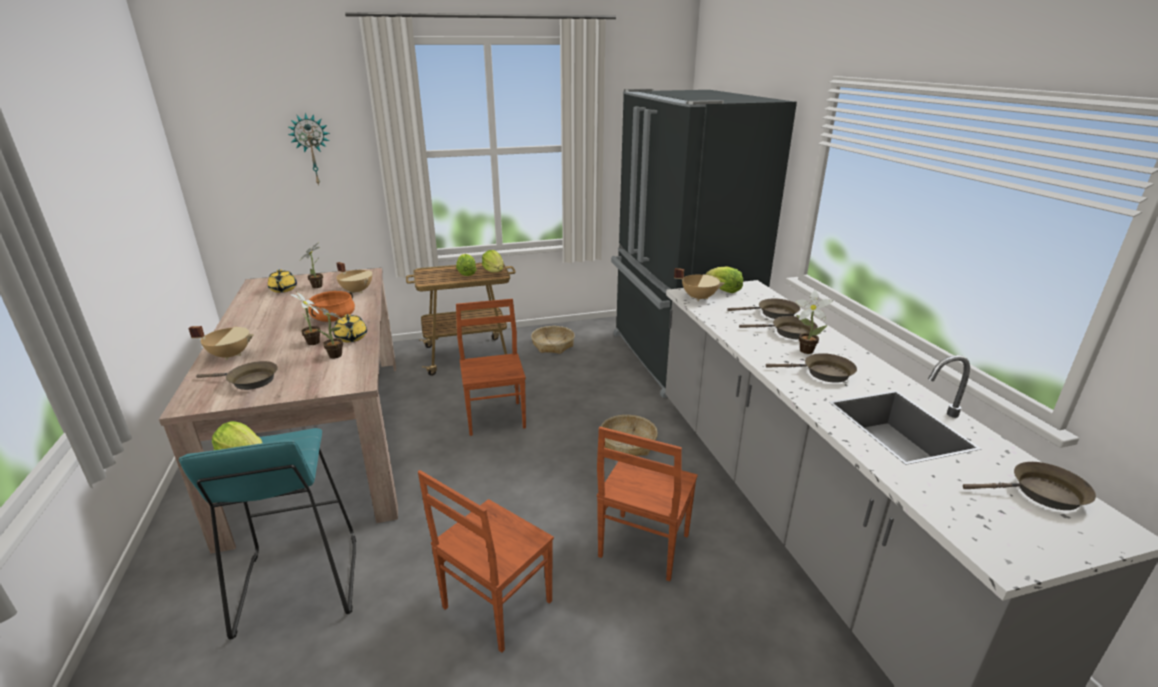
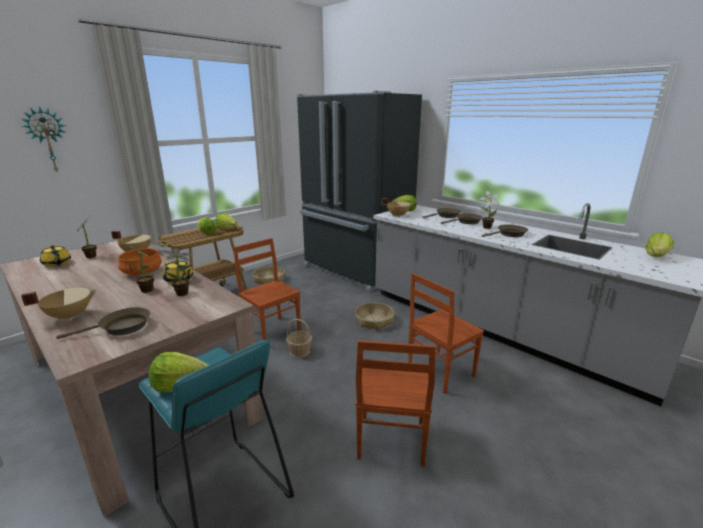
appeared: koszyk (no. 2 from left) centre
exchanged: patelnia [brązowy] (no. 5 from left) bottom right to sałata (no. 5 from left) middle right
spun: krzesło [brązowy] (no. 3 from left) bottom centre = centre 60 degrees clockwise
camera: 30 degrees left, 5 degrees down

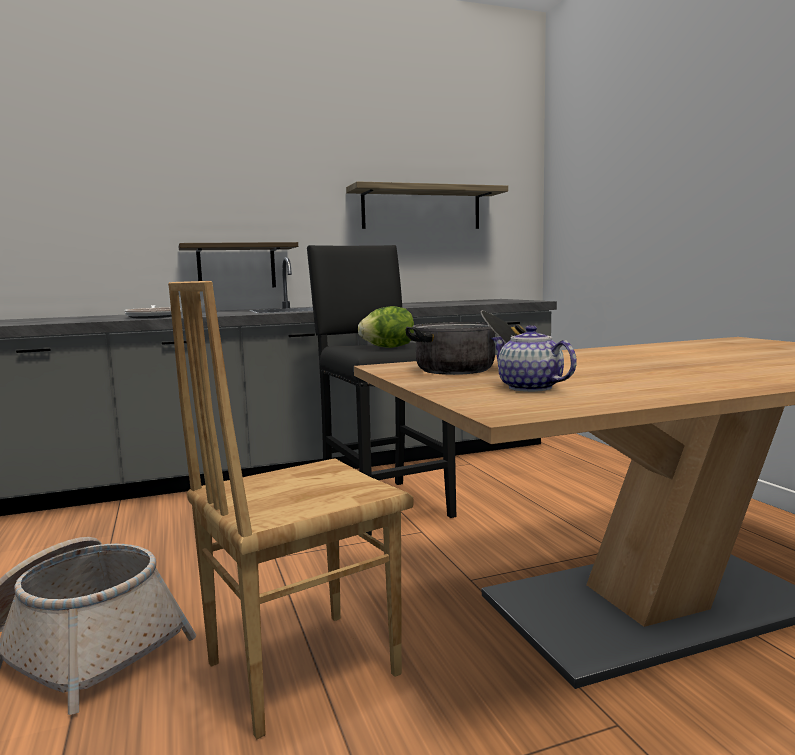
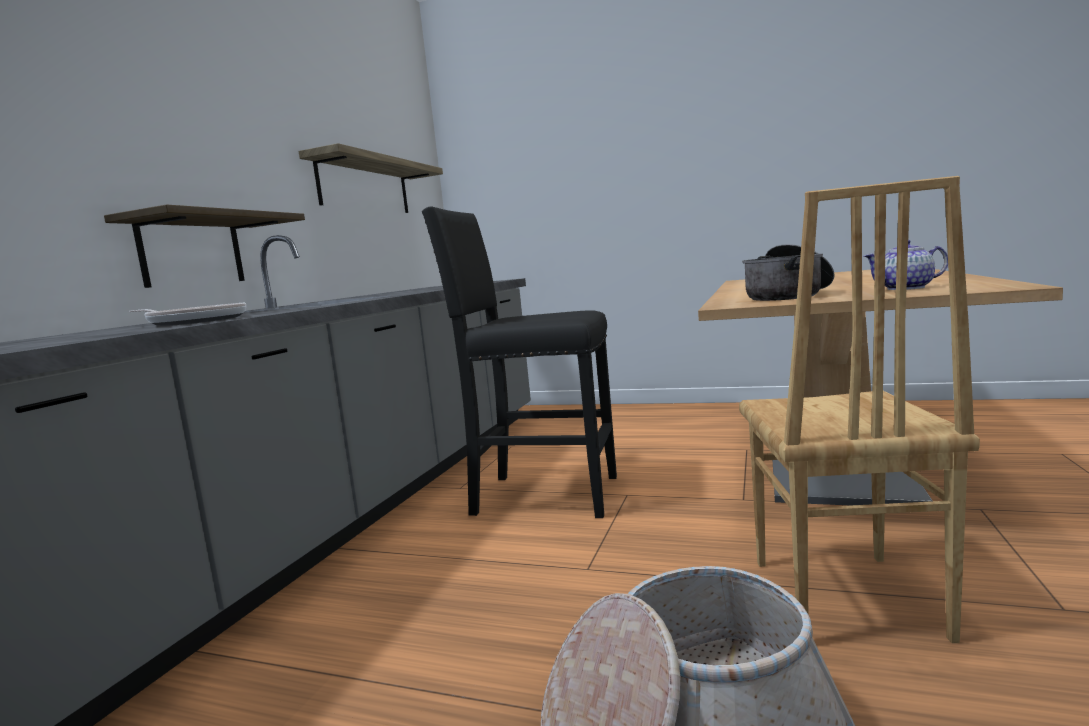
missing: sałata centre
camera: 50 degrees left, 0 degrees up

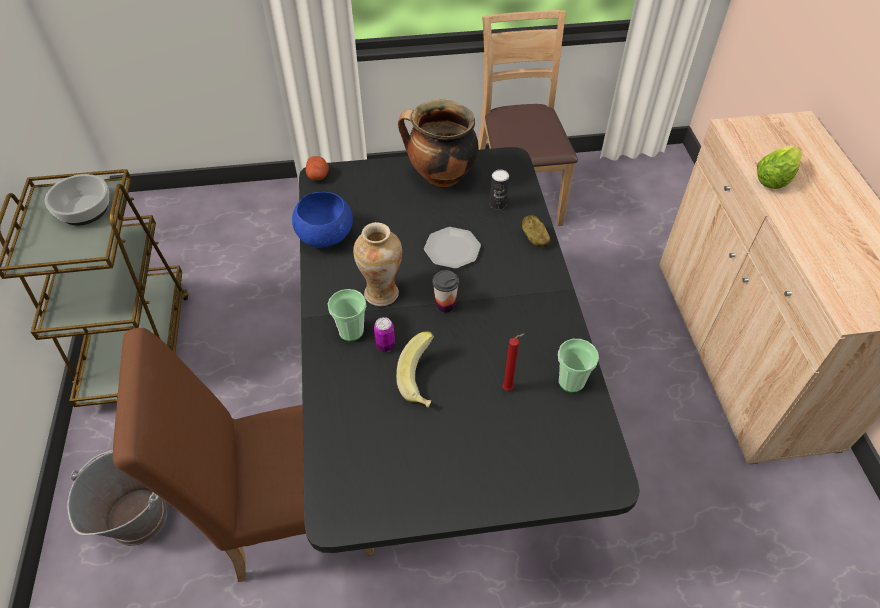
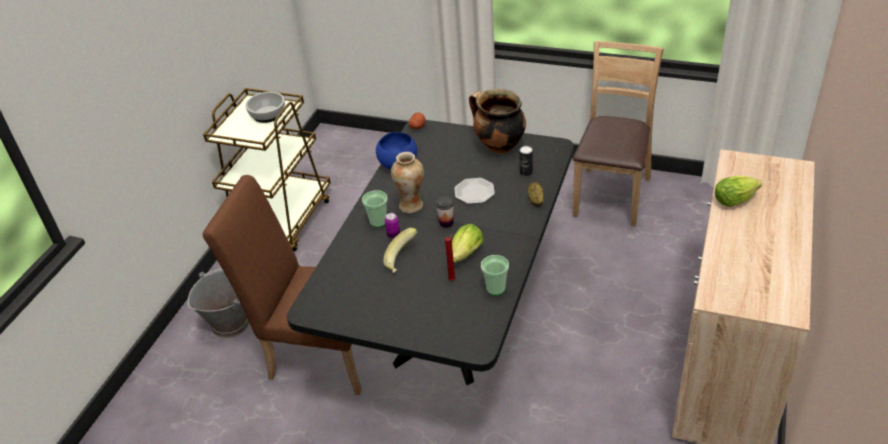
appeared: sałata (no. 1 from left) centre
camera: 30 degrees right, 10 degrees down

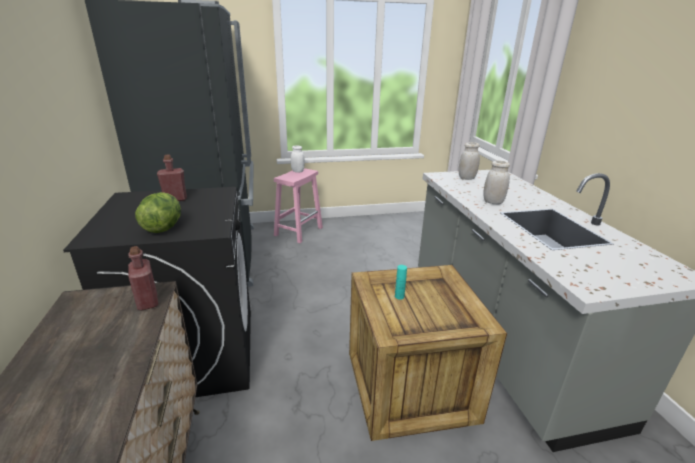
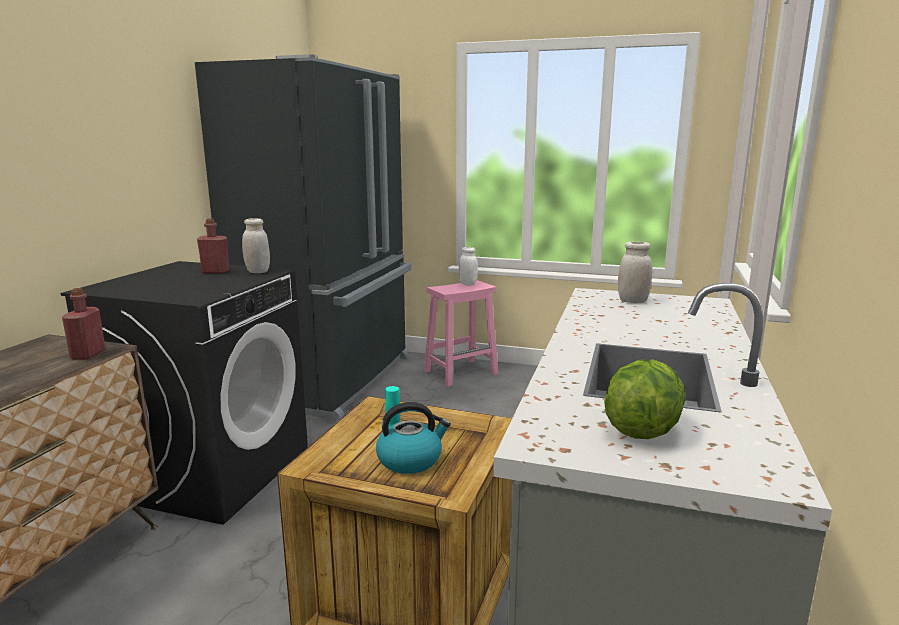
appeared: czajnik bottom centre
relocated: słoik [biały] (no. 3 from left in the first image) middle right to słoik [biały] (no. 1 from left) middle left; sałata middle left to middle right
camera: 30 degrees right, 10 degrees down

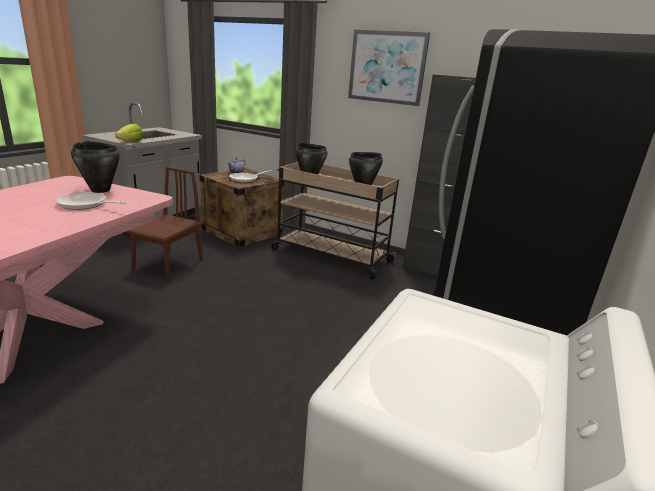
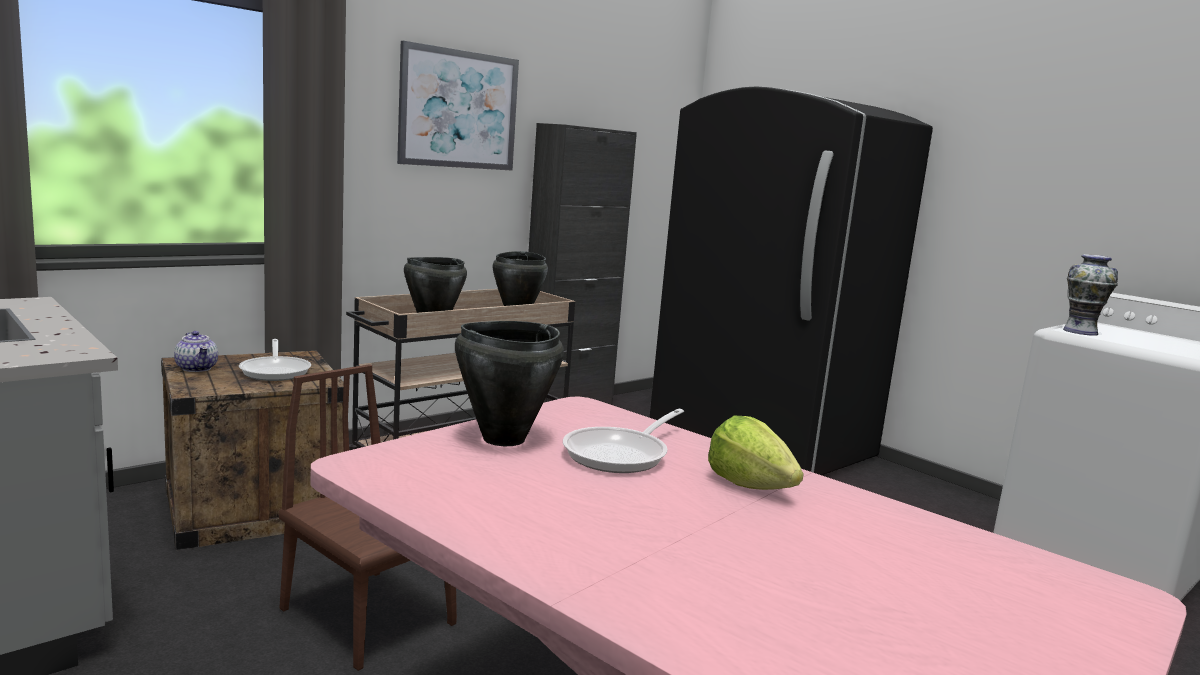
appeared: wazon middle right
relocated: sałata top left to bottom centre
camera: 70 degrees left, 10 degrees down

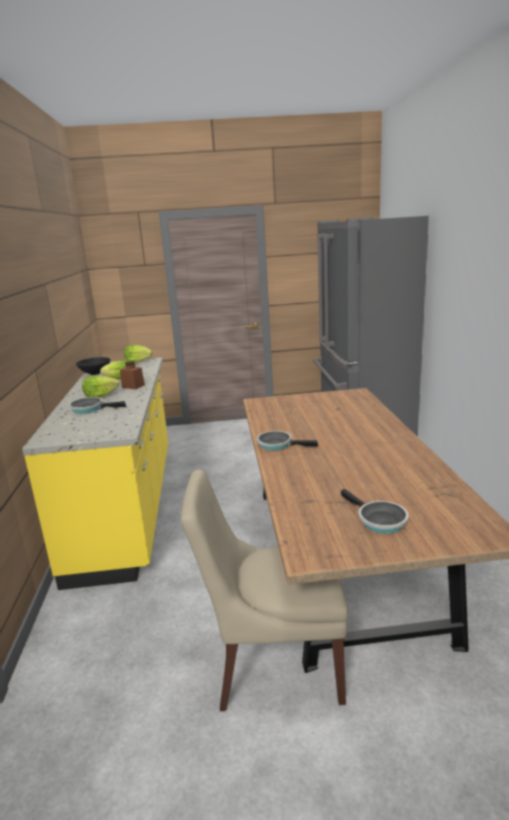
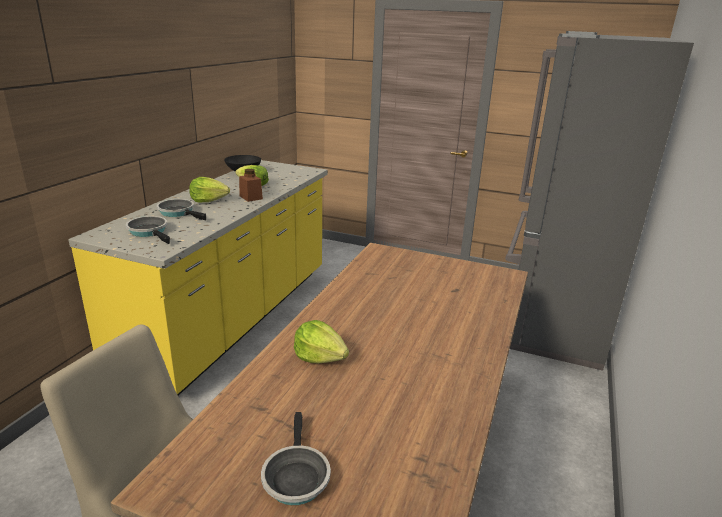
relocated: patelnia (no. 2 from left in the first image) centre to patelnia (no. 1 from left) middle left; sałata (no. 3 from left) middle left to centre
camera: 25 degrees right, 5 degrees up

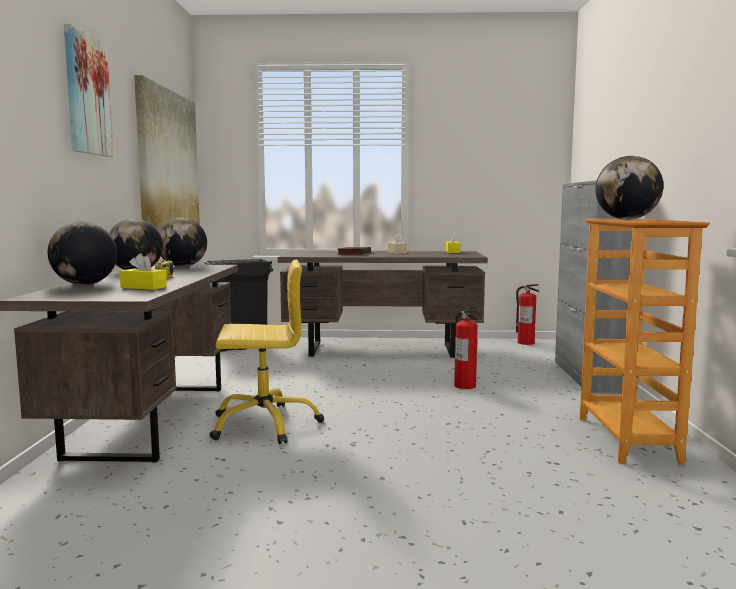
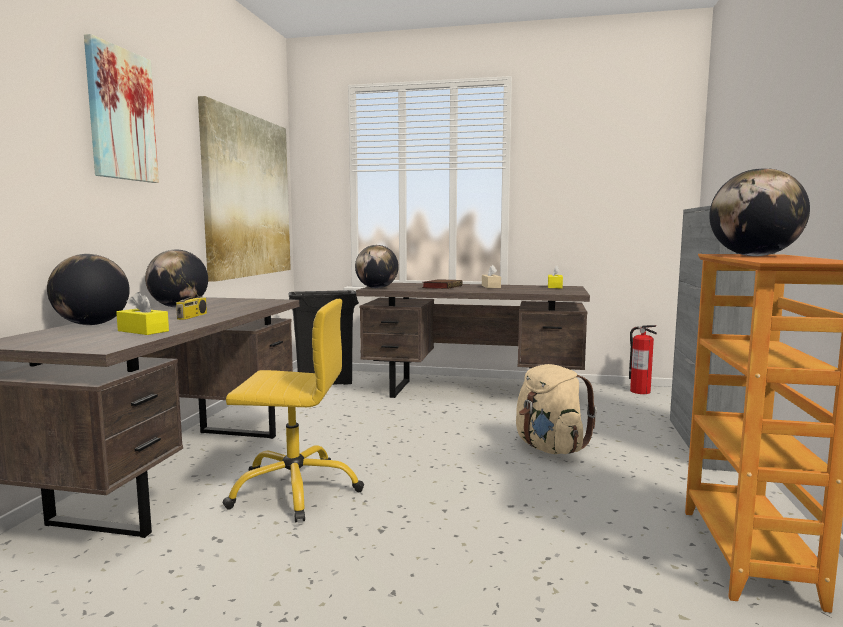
relocated: globus (no. 3 from left) middle left to centre
exchanged: gaśnica (no. 1 from left) centre to plecak [beżowy] centre
camera: 10 degrees right, 0 degrees up

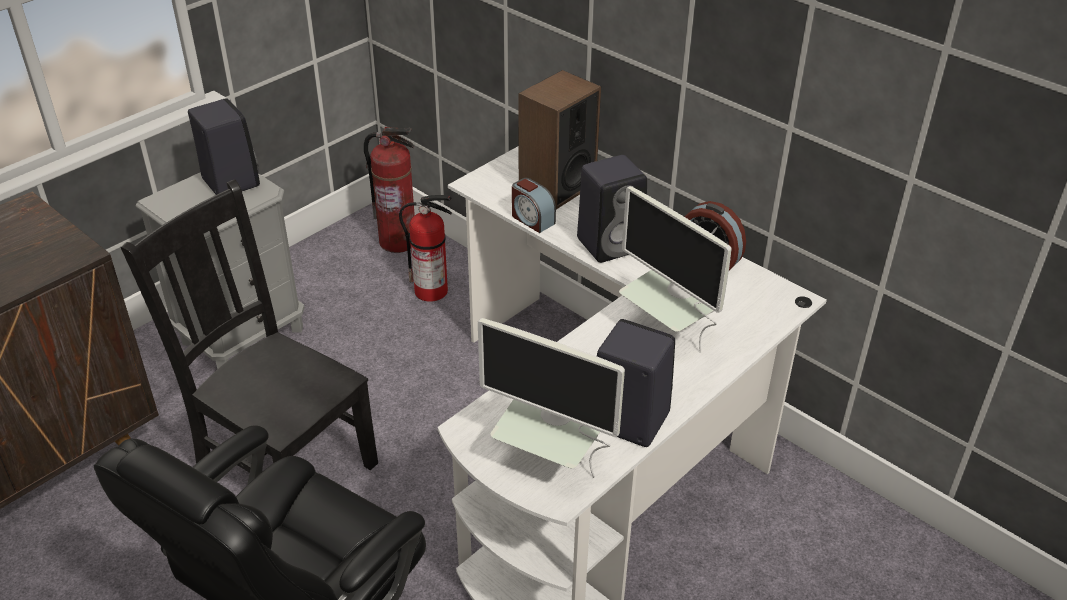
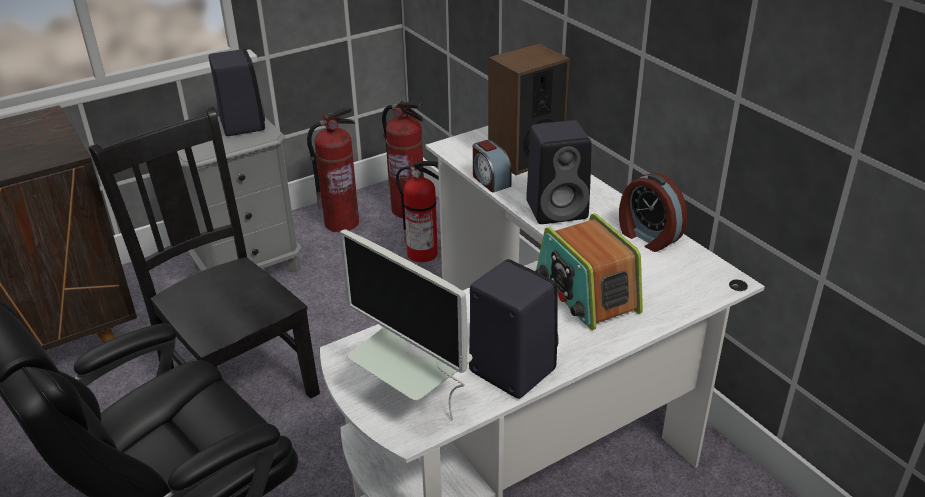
appeared: gaśnica (no. 1 from left) centre
exchanged: monitor (no. 2 from left) centre to radio centre
camera: 15 degrees right, 5 degrees down

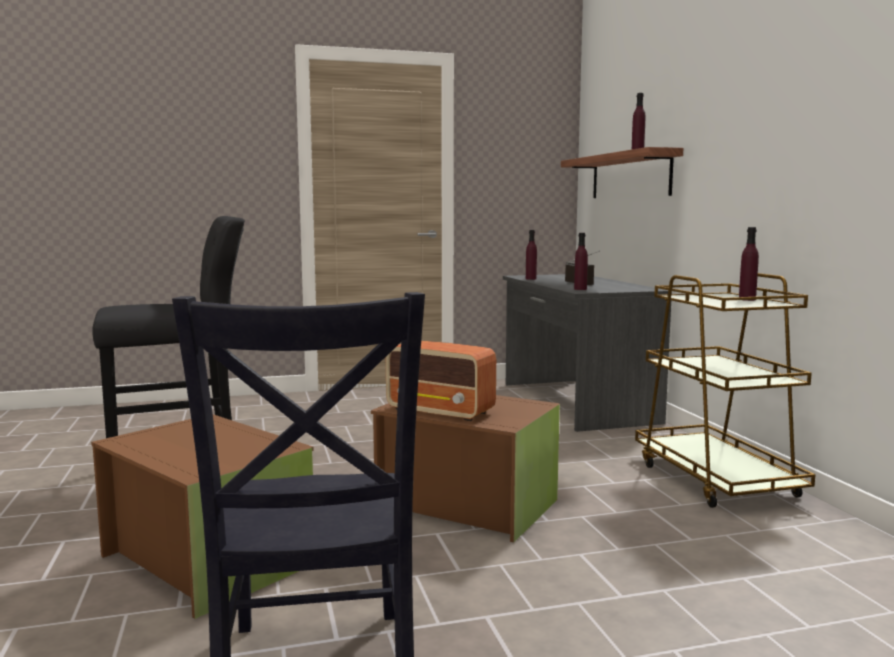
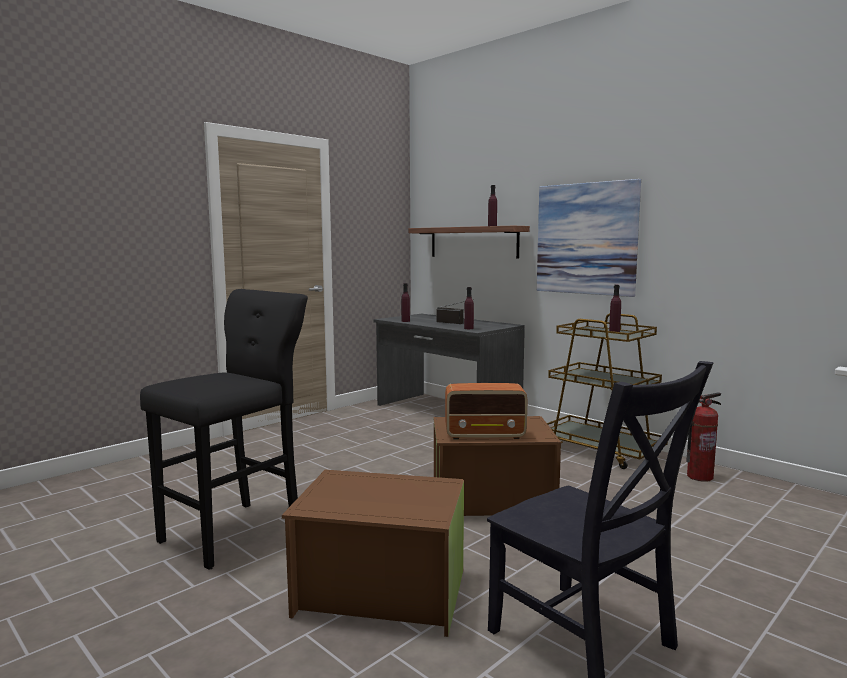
appeared: obraz middle right; gaśnica middle right
camera: 30 degrees left, 0 degrees up

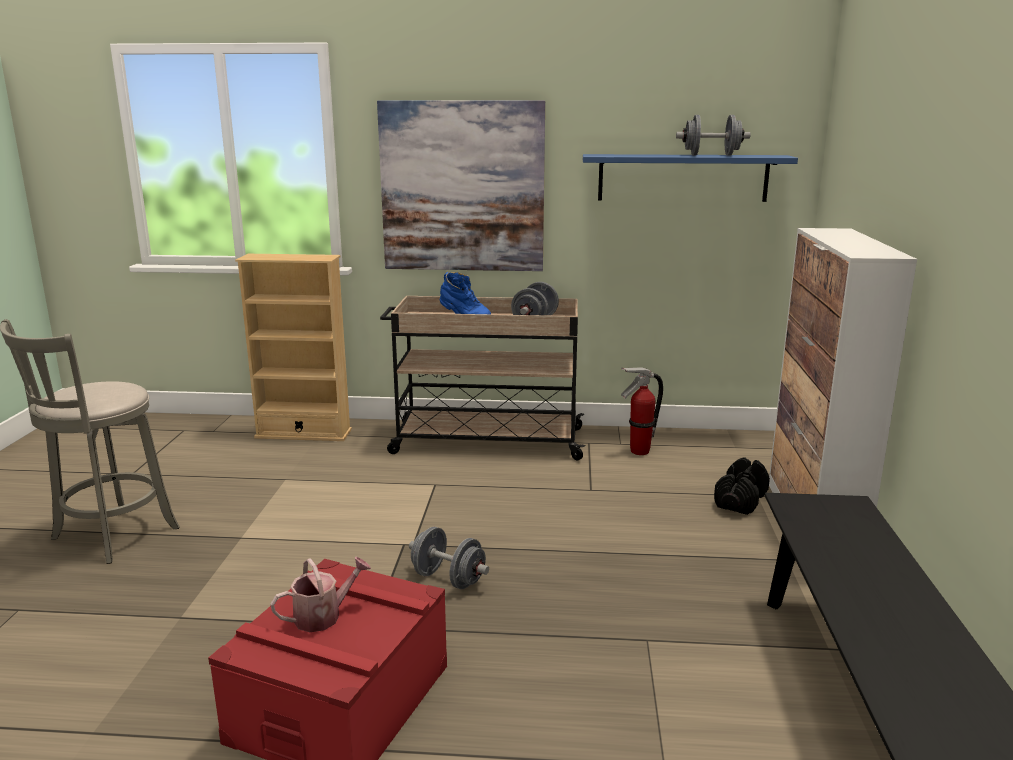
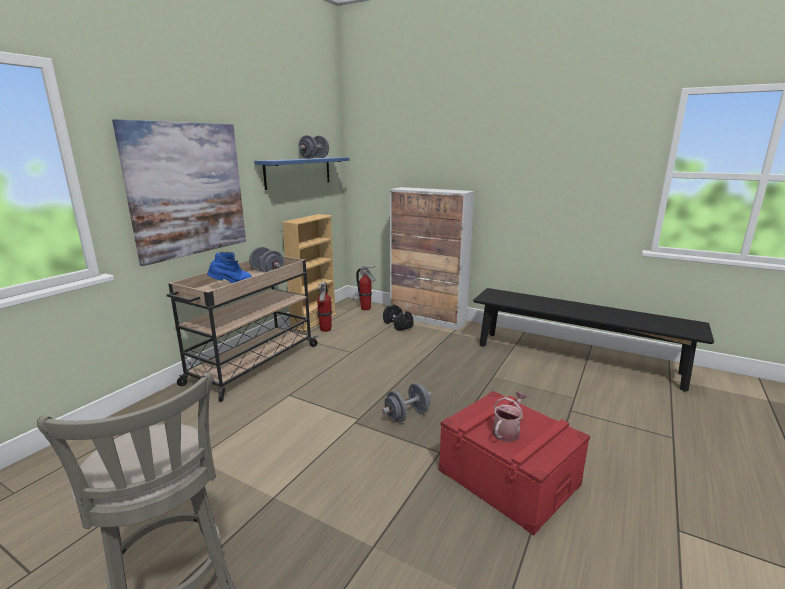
appeared: gaśnica (no. 2 from left) centre
relocated: regał [beżowy] middle left to centre
spun: konewka bottom left = bottom centre 45 degrees clockwise
camera: 65 degrees left, 0 degrees up

